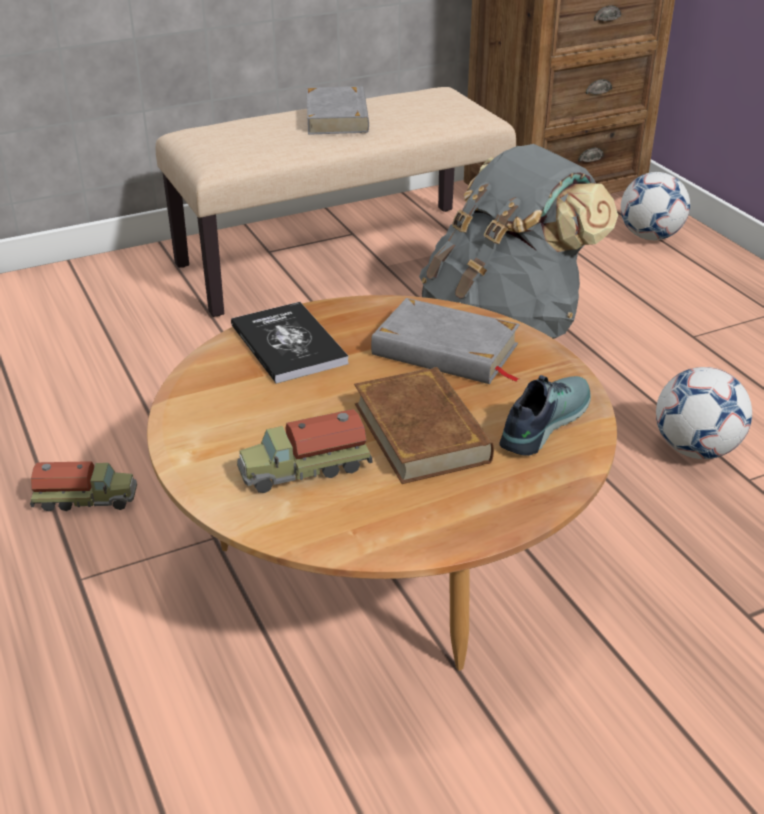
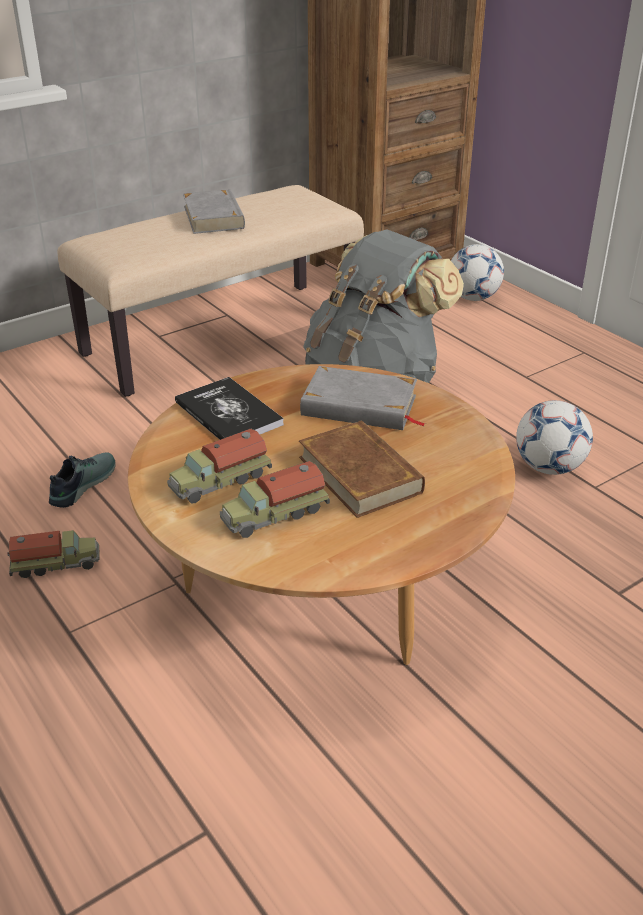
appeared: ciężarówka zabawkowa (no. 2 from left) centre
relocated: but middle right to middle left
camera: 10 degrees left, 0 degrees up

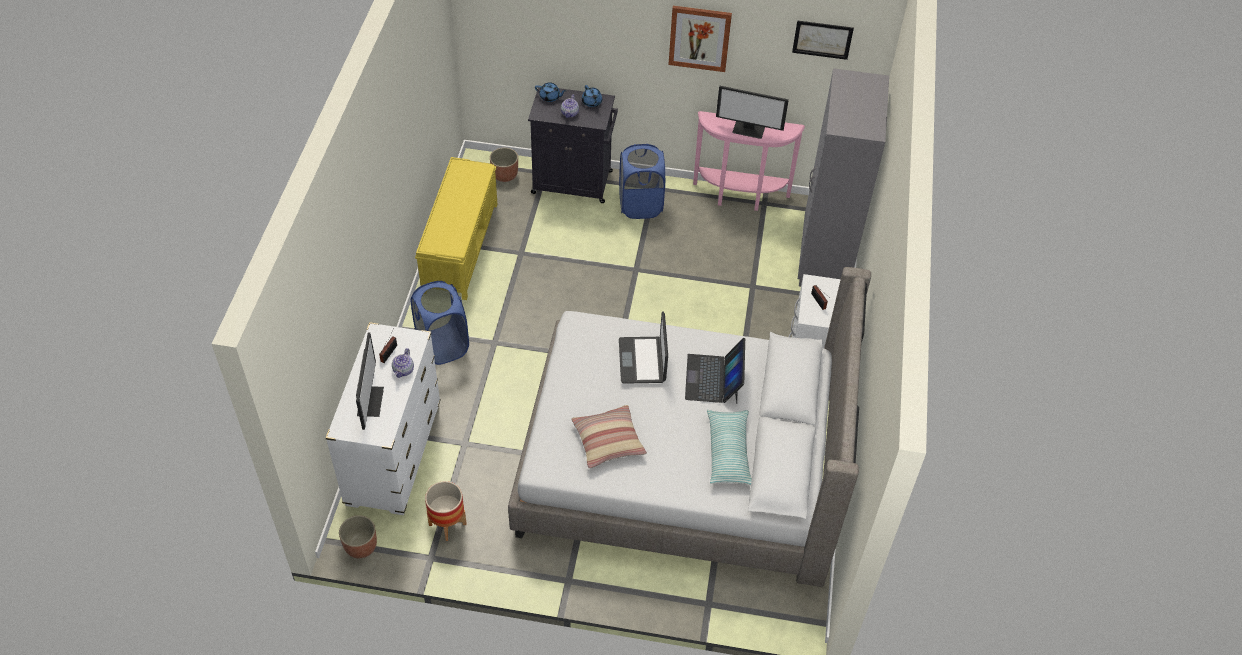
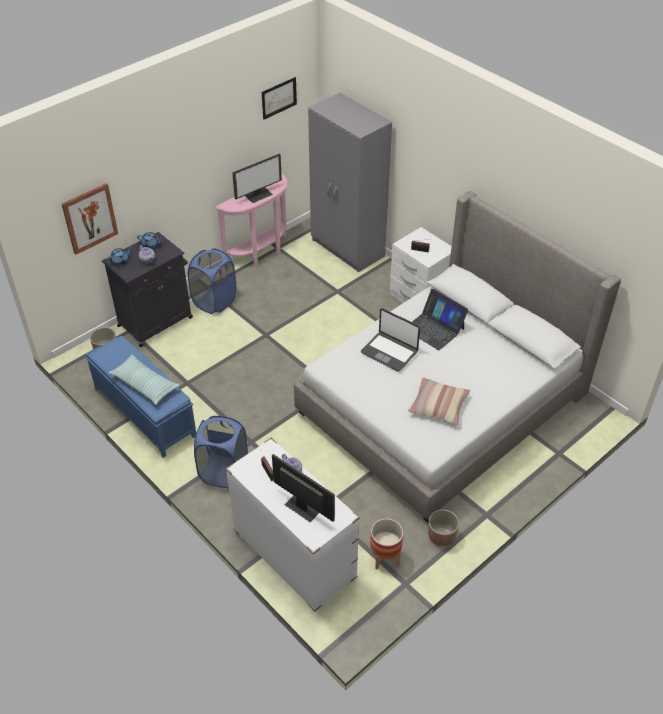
relocated: obraz (no. 1 from left) top centre to top left; poduszka (no. 2 from left in the first image) bottom centre to poduszka (no. 1 from left) middle left; donica (no. 1 from left in the first image) bottom left to donica (no. 3 from left) bottom right
colour: ławka [żółty] centre to ławka [niebieski] middle left
camera: 50 degrees left, 5 degrees down

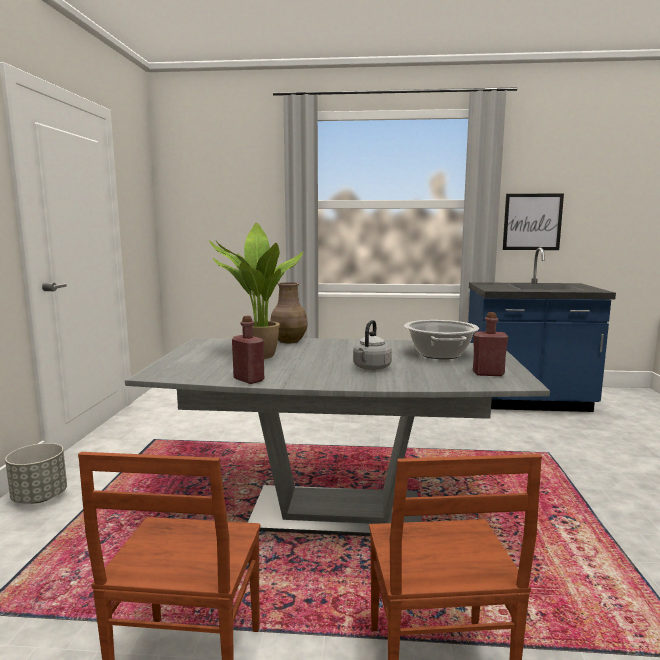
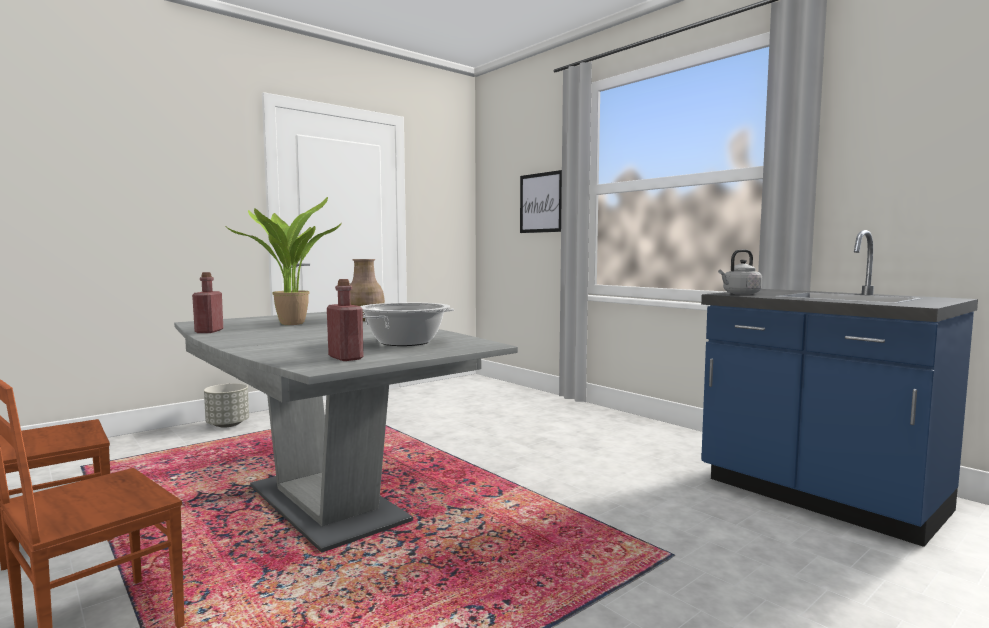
relocated: obraz middle right to top centre; czajnik [szary] centre to middle right
camera: 45 degrees right, 5 degrees down

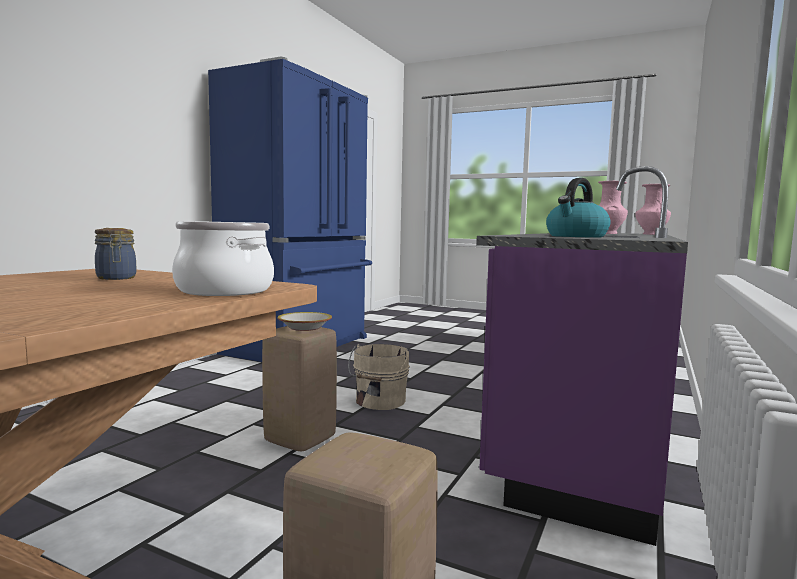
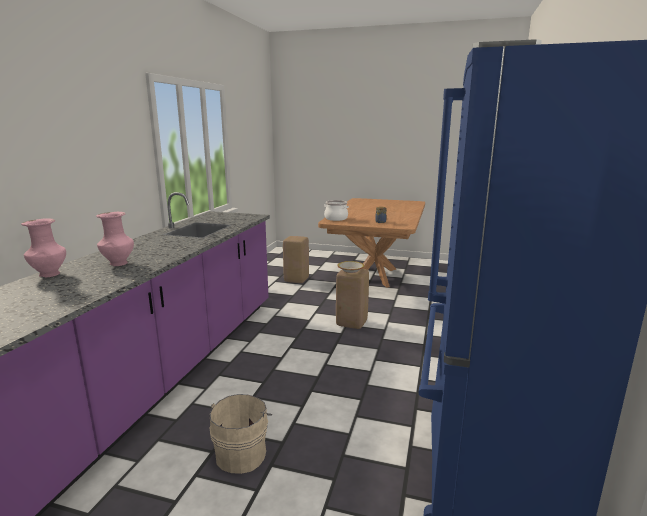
missing: czajnik middle right
relocated: wiadro [beżowy] centre to bottom centre
camera: 170 degrees right, 10 degrees up

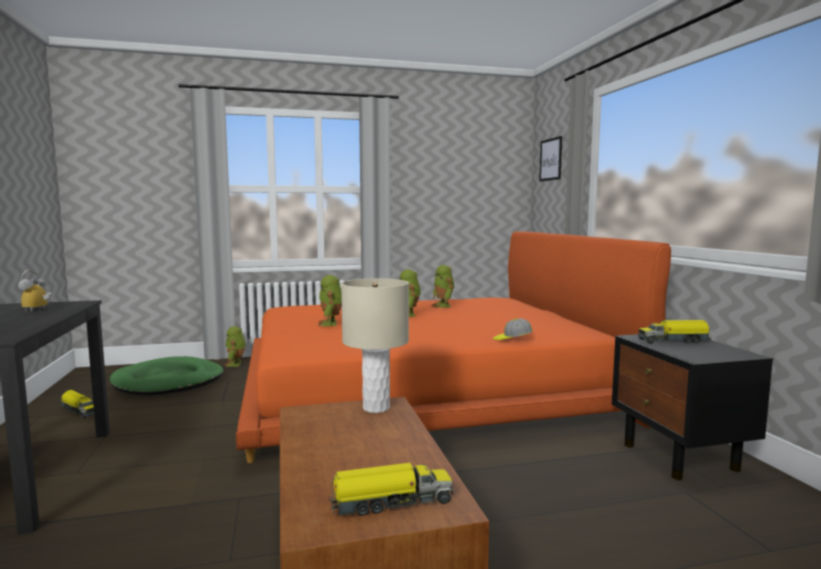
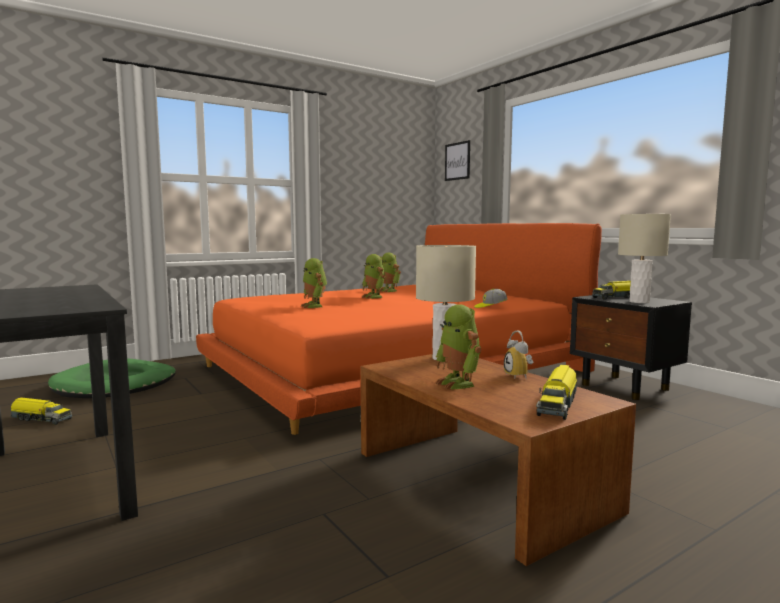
appeared: lampa stołowa [beżowy] (no. 2 from left) middle right
relocated: robot zabawkowy (no. 1 from left in the first image) middle left to robot zabawkowy (no. 4 from left) centre; budzik middle left to centre
spun: ciężarówka zabawkowa (no. 2 from left) bottom centre = middle right 150 degrees clockwise
camera: 20 degrees left, 0 degrees up

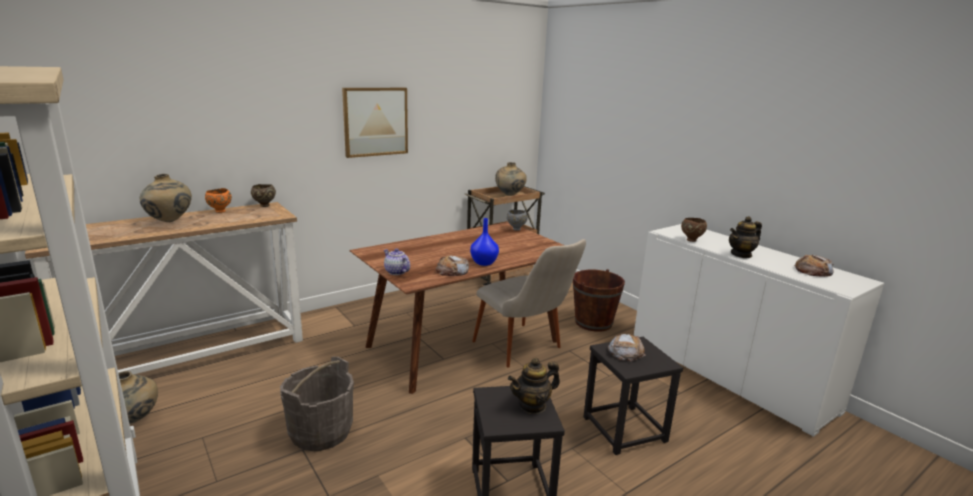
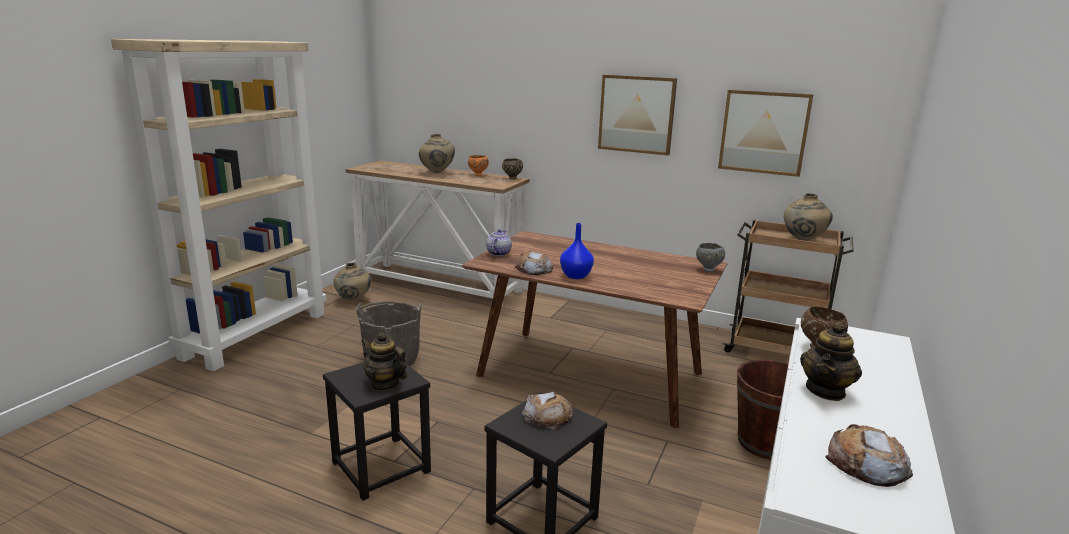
missing: krzesło [beżowy] centre
appeared: obraz (no. 2 from left) top right
spun: imbryk (no. 3 from left) middle right = bottom right 90 degrees counterclockwise
camera: 60 degrees right, 0 degrees up

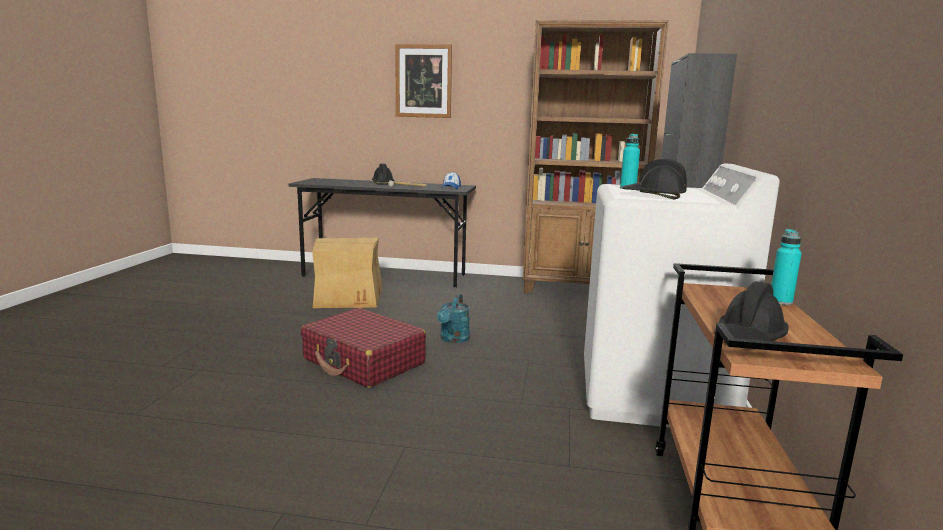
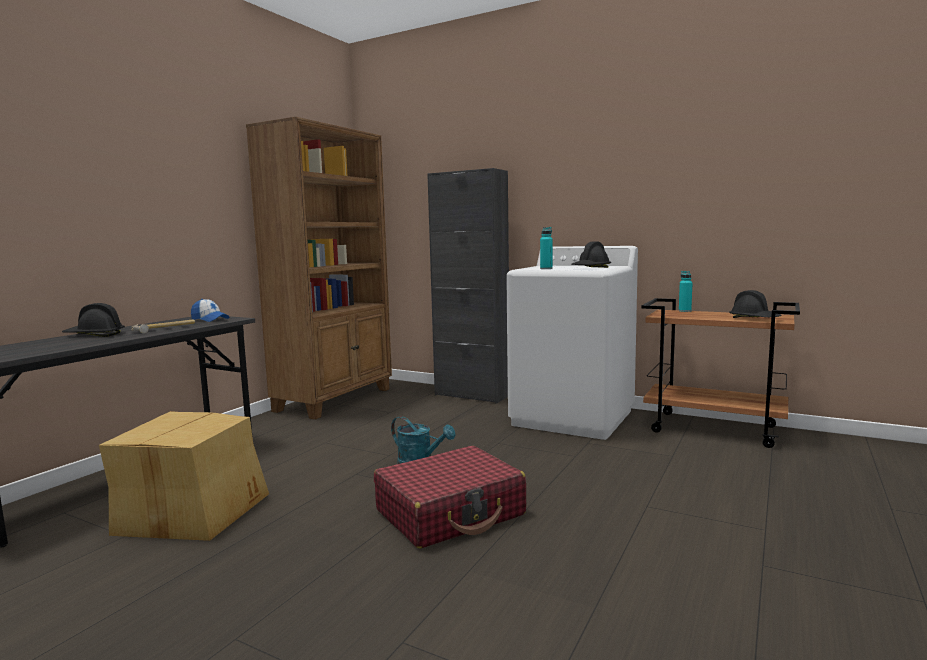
missing: obraz top centre
camera: 70 degrees left, 5 degrees down

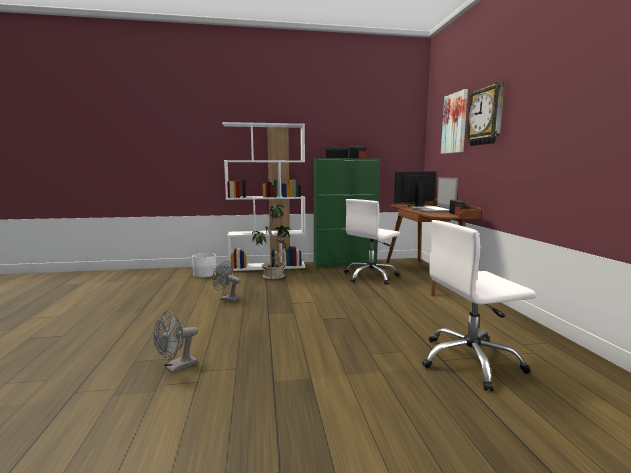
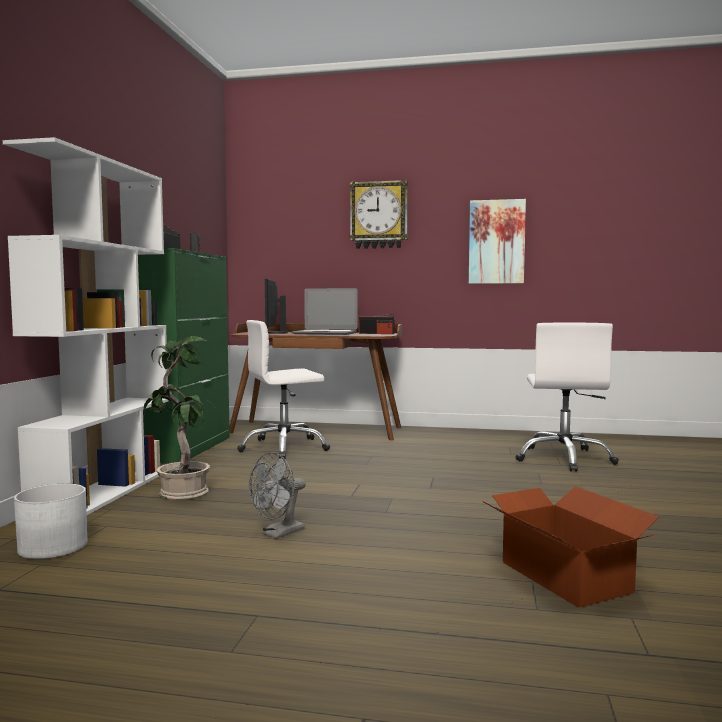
relocated: obraz top right to middle right
exchanged: wentylator [szary] (no. 1 from left) bottom left to karton bottom right
spun: krzesło biurowe [biały] (no. 1 from left) centre = centre 90 degrees clockwise
camera: 70 degrees left, 5 degrees down

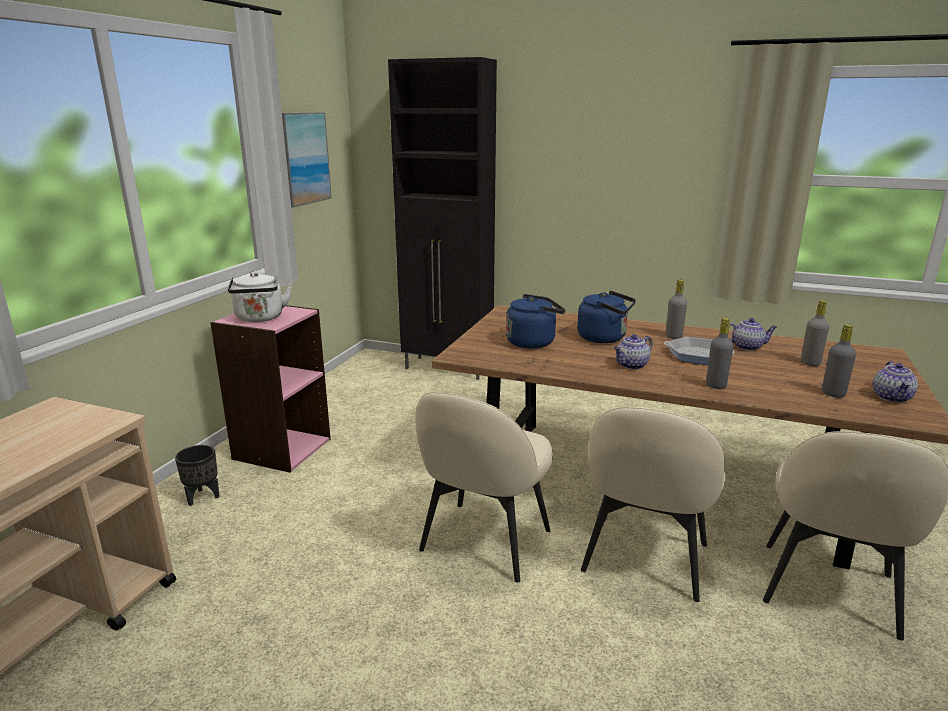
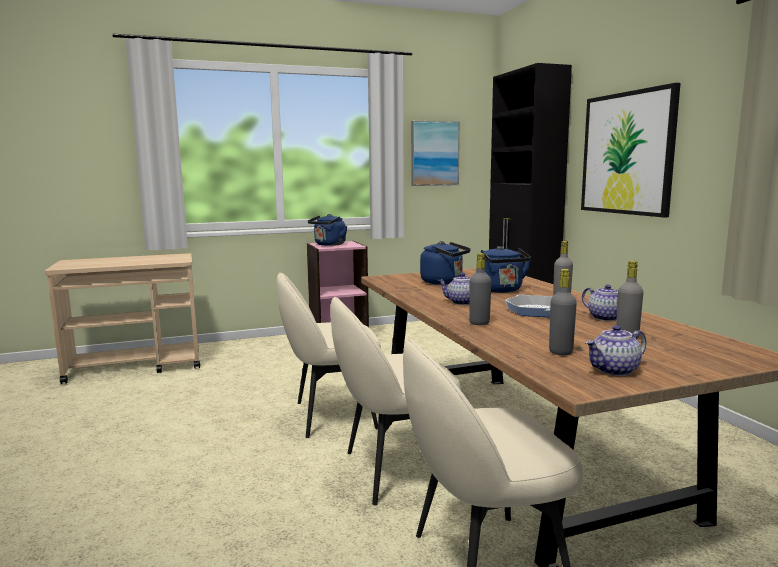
missing: donica [czarny] bottom left
appeared: obraz (no. 2 from left) top right
colour: czajnik [biały] middle left to czajnik [niebieski] (no. 1 from left) centre
camera: 50 degrees right, 10 degrees down

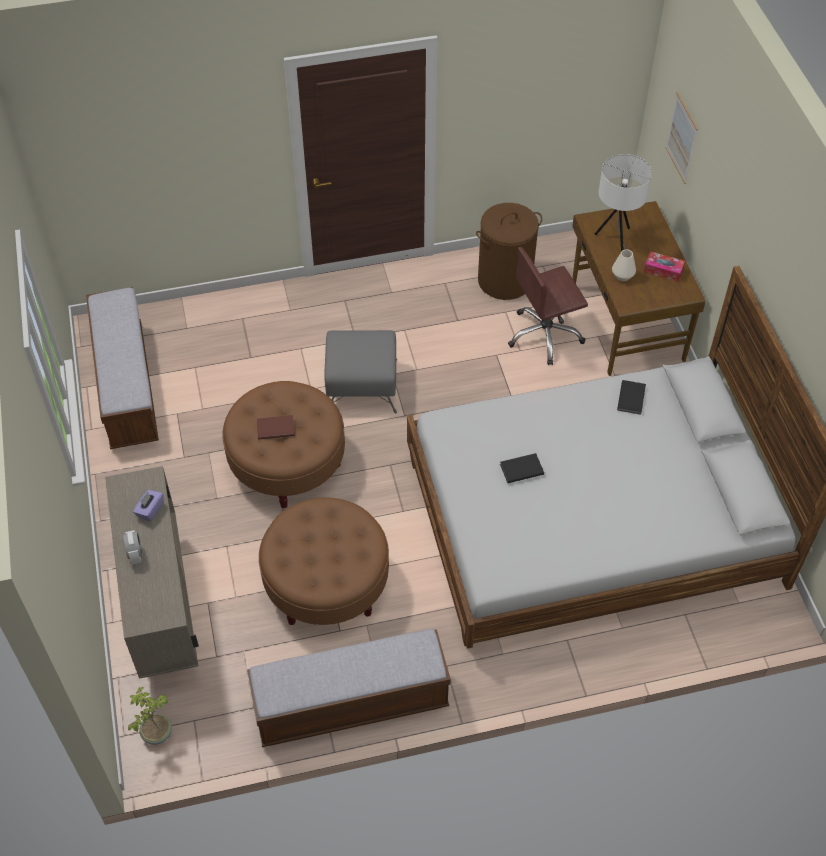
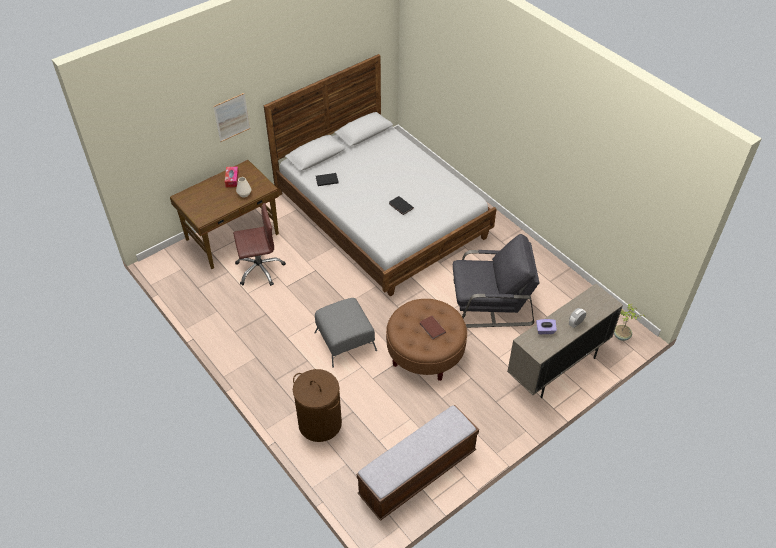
missing: ławka (no. 2 from left) bottom centre; lampa stołowa [biały] top right
relocated: obraz top right to top left; kosz na pranie [brązowy] top centre to bottom centre
exchanged: pufa [brązowy] (no. 2 from left) centre to fotel [szary] centre
spun: krzesło biurowe [brązowy] centre = centre 60 degrees counterclockwise
camera: 115 degrees left, 5 degrees down

